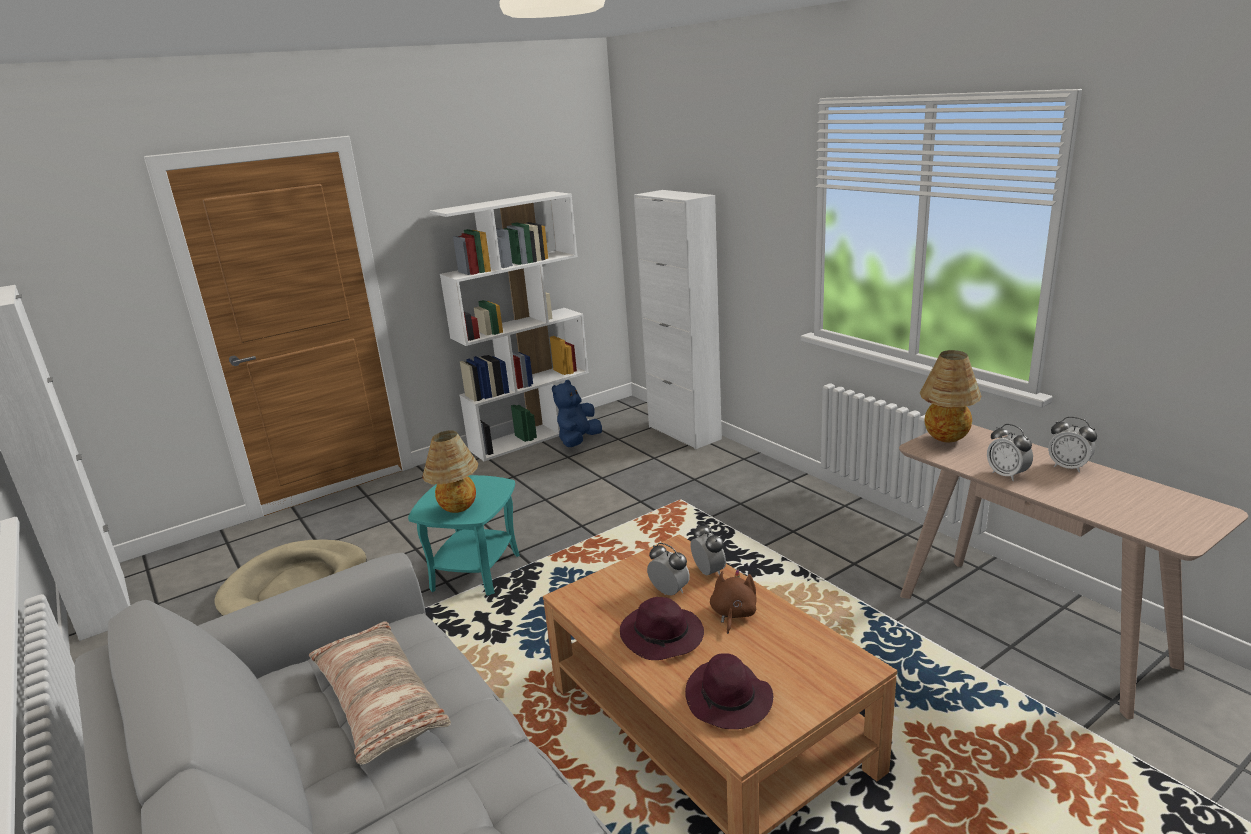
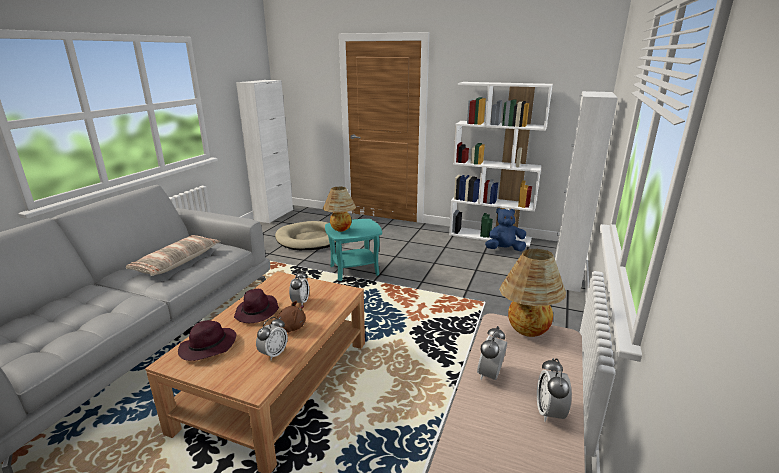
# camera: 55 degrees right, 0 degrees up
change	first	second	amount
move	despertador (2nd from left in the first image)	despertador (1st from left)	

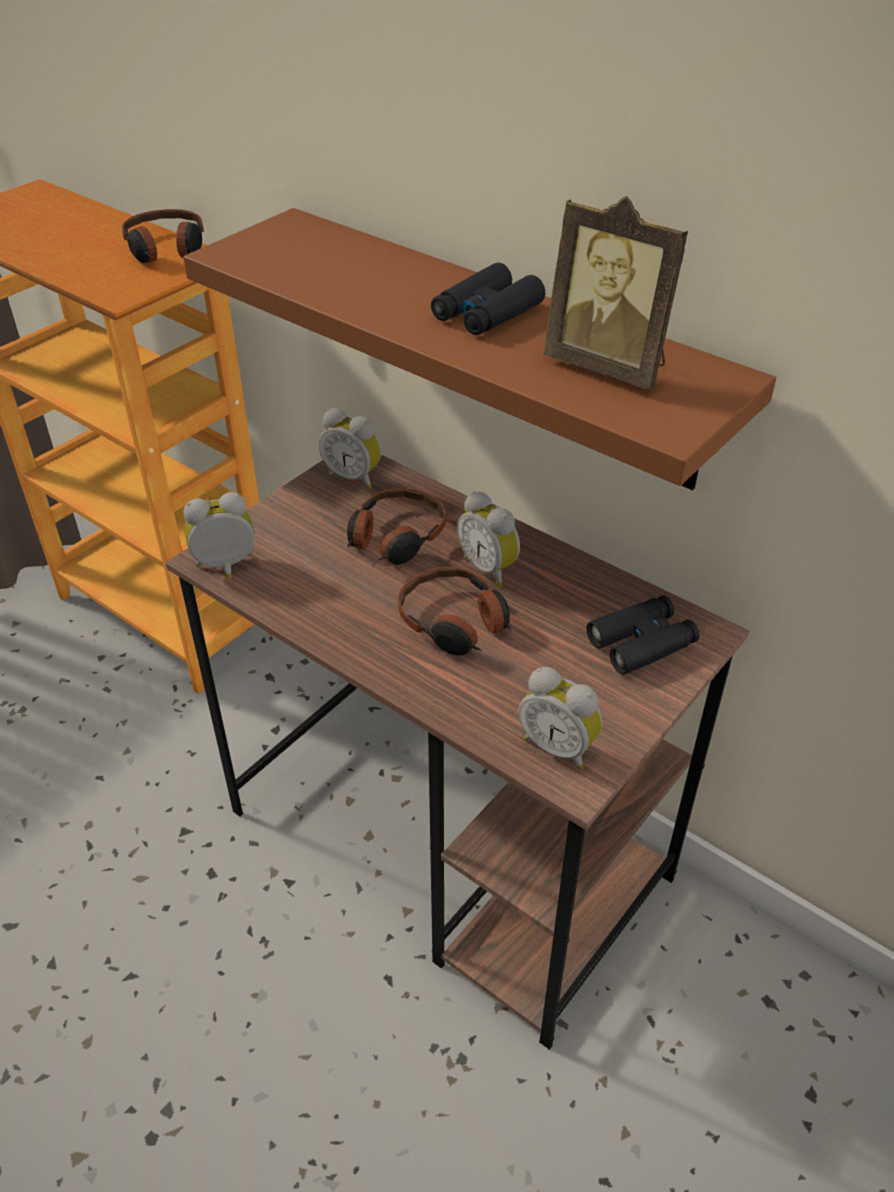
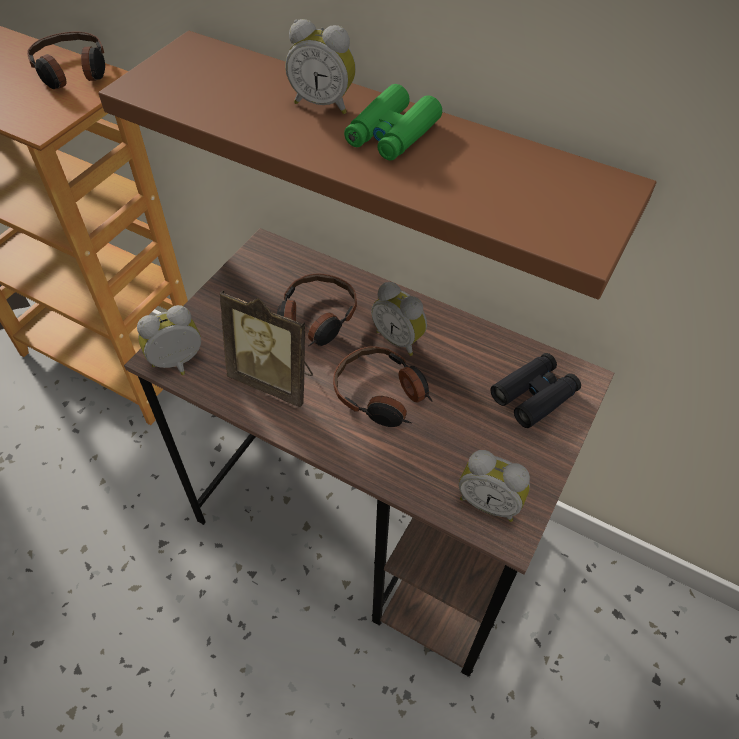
# camera: 10 degrees left, 10 degrees up
change	first	second	amount
move	despertador (2nd from left)		
recolor	prismáticos (negro) (1st from left)	prismáticos (verde)	
move	portarretratos		

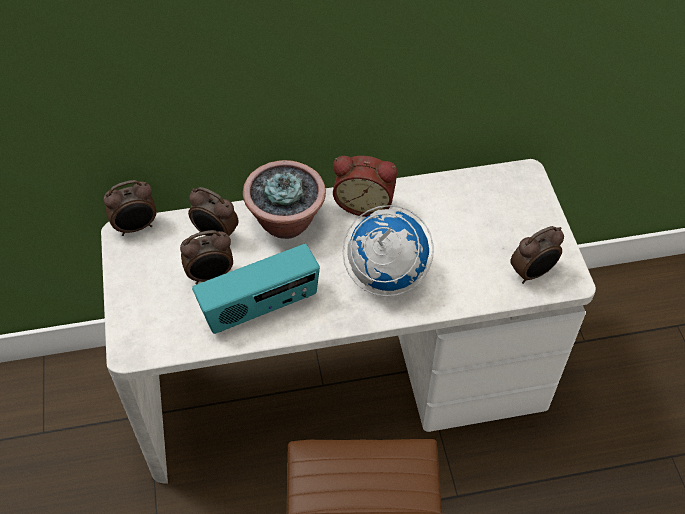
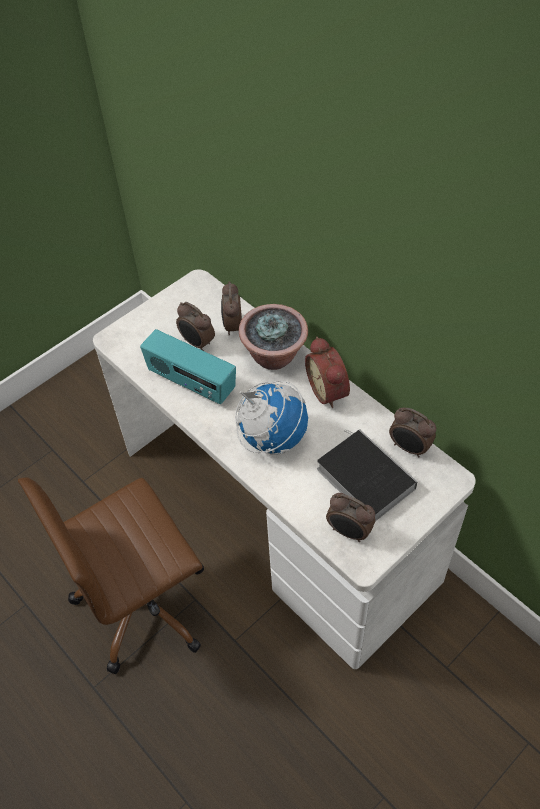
# camera: 60 degrees right, 0 degrees up
change	first	second	amount
move	despertador (1st from left in the first image)	despertador (5th from left)	
insert		libro	

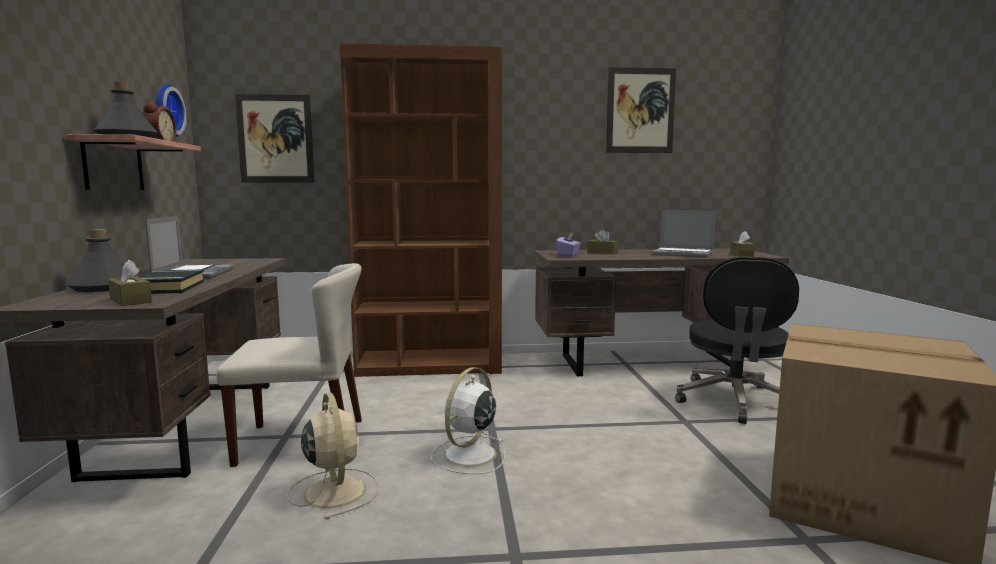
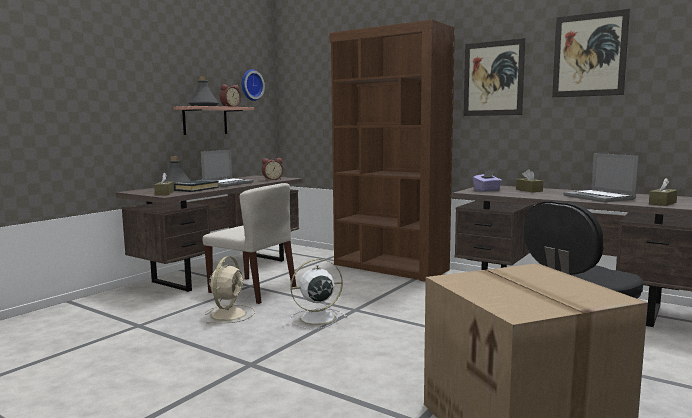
# camera: 40 degrees right, 0 degrees up
change	first	second	amount
move	cuadro (1st from left)		
insert		despertador (2nd from left)	

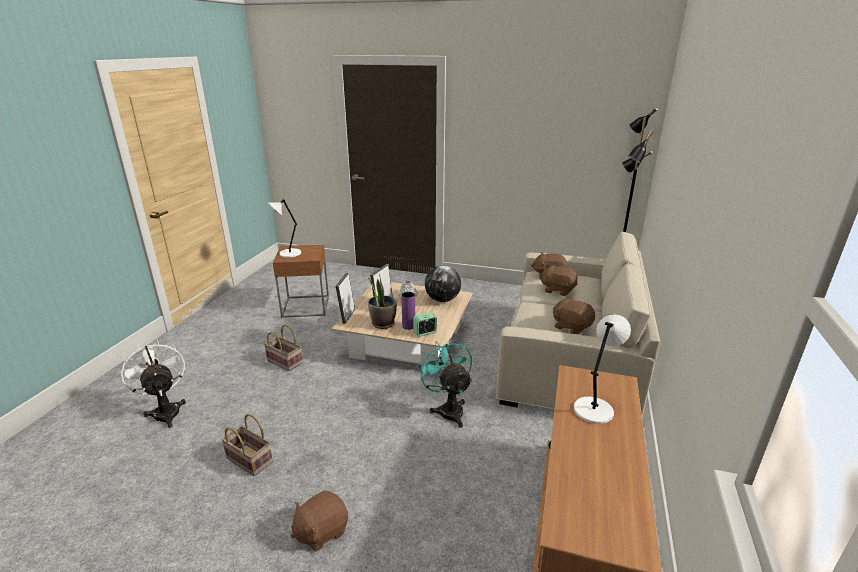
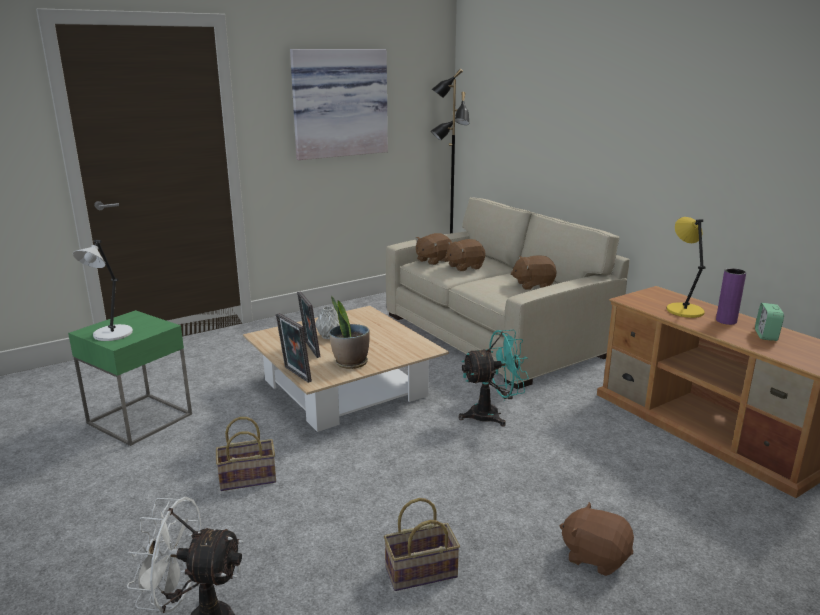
# camera: 50 degrees left, 5 degrees down
change	first	second	amount
recolor	mesa auxiliar (marrón)	mesa auxiliar (verde)	
rotate	peluche (marrón) (1st from left in the first image)	peluche (marrón) (4th from left)	120 degrees clockwise
move	florero (morado)		
move	despertador		
rotate	ventilador (turquesa)		150 degrees clockwise
delete	globo terráqueo		
recolor	lámpara de mesa (blanco) (2nd from left)	lámpara de mesa (amarillo)	
insert		cuadro	

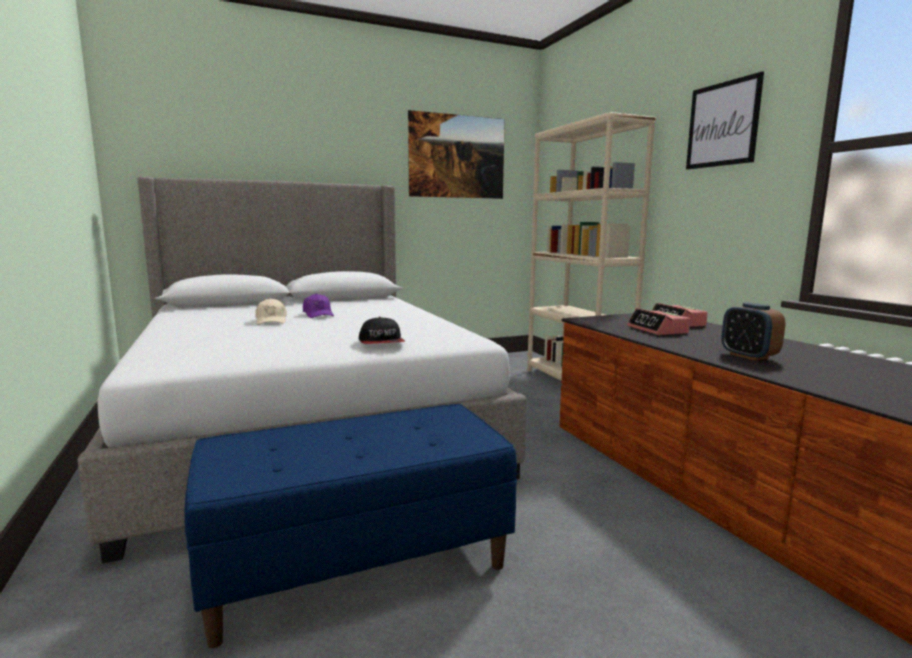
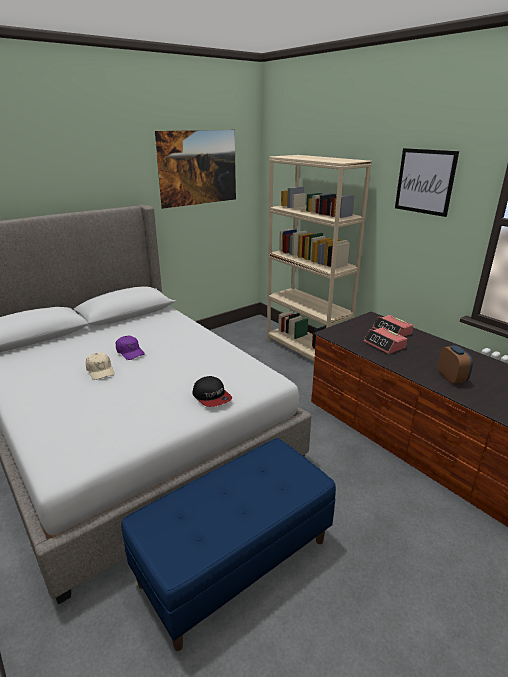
# camera: 15 degrees left, 15 degrees up
change	first	second	amount
rotate	despertador (3rd from left)		150 degrees counterclockwise

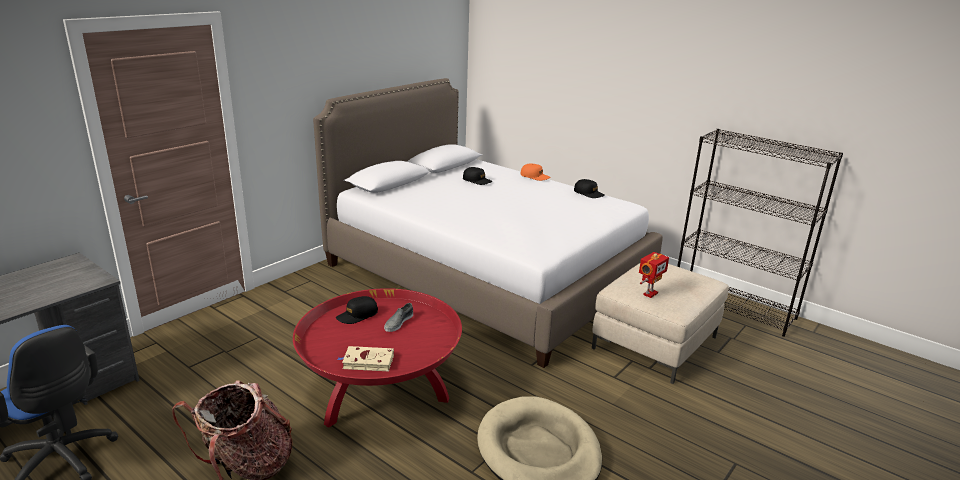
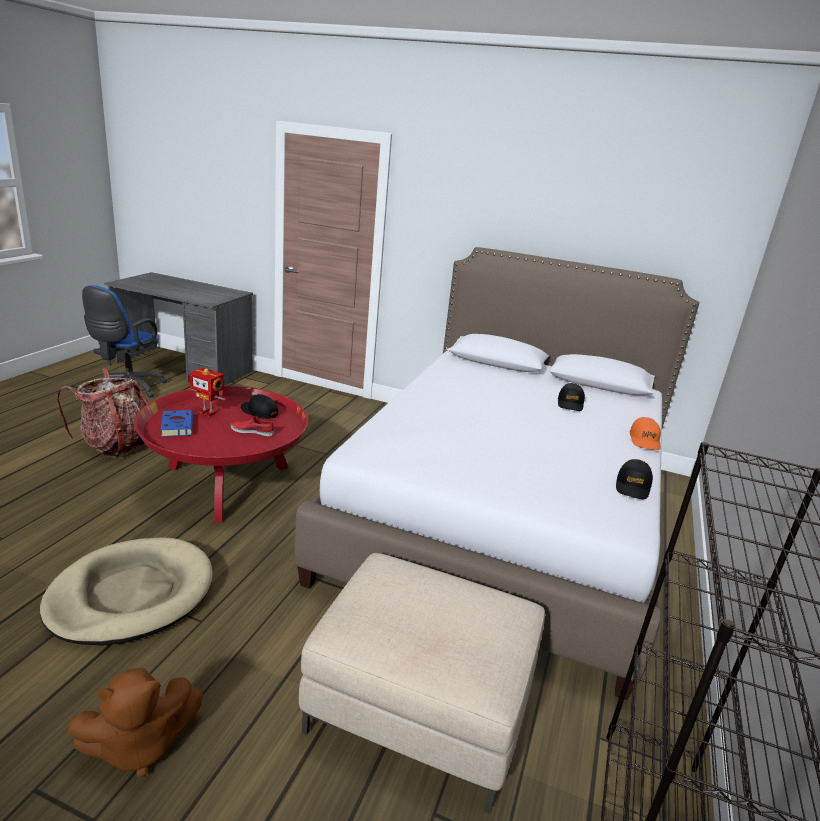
# camera: 70 degrees right, 0 degrees up
change	first	second	amount
recolor	libro (beis)	libro (azul)	
recolor	zapato (gris)	zapato (rojo)	
move	robot de juguete		
insert		peluche (marrón)	

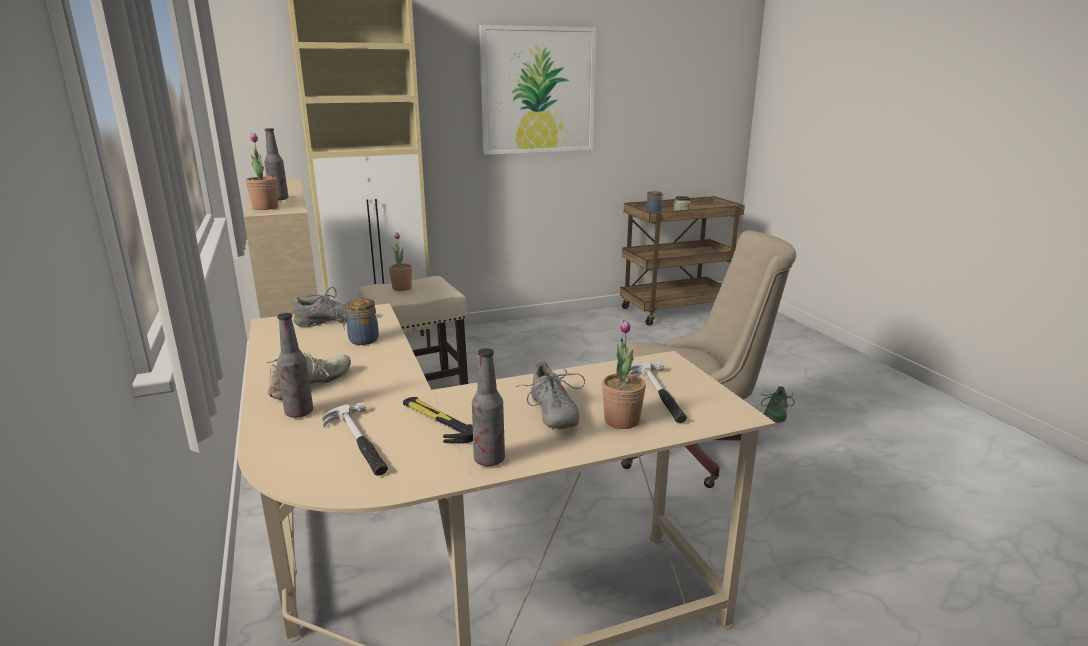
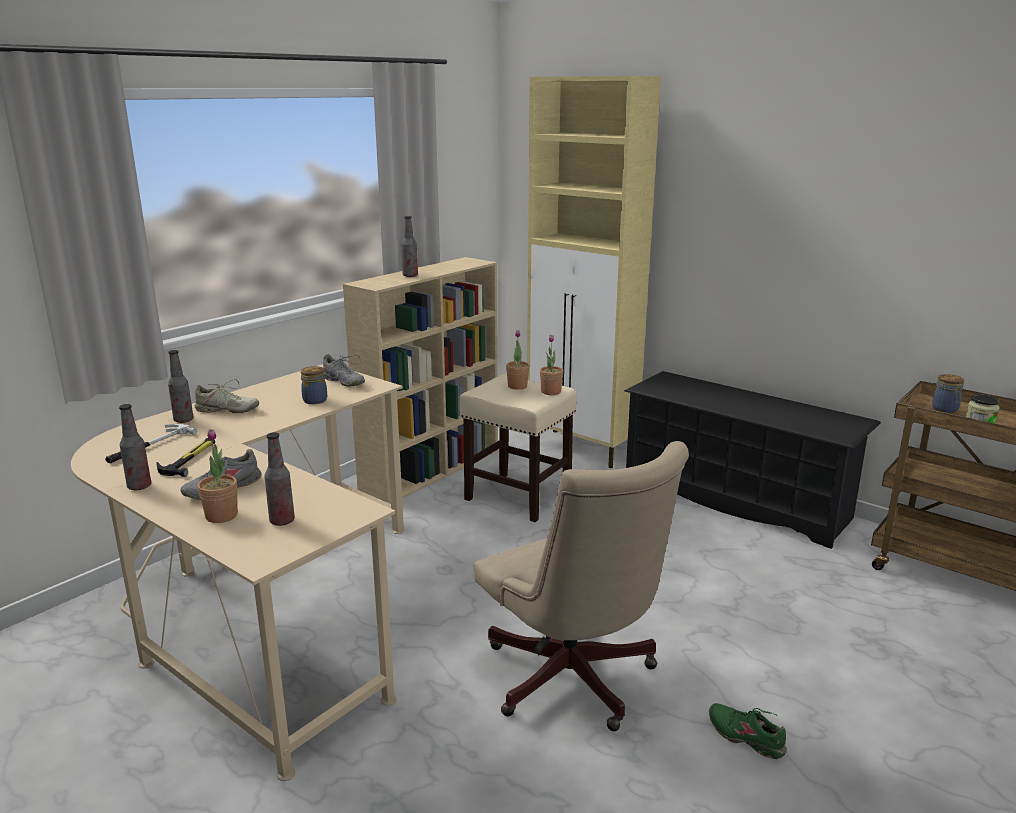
# camera: 60 degrees right, 0 degrees up
change	first	second	amount
move	planta en maceta (1st from left in the first image)	planta en maceta (3rd from left)	
delete	cuadro		
replace	martillo (3rd from left)	botella (3rd from left)	
rotate	zapato (verde)		45 degrees clockwise
insert		zapatero (negro)	

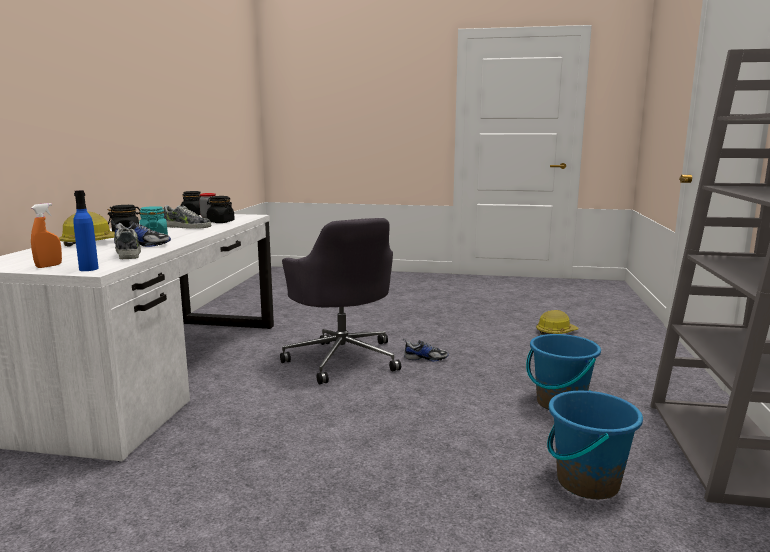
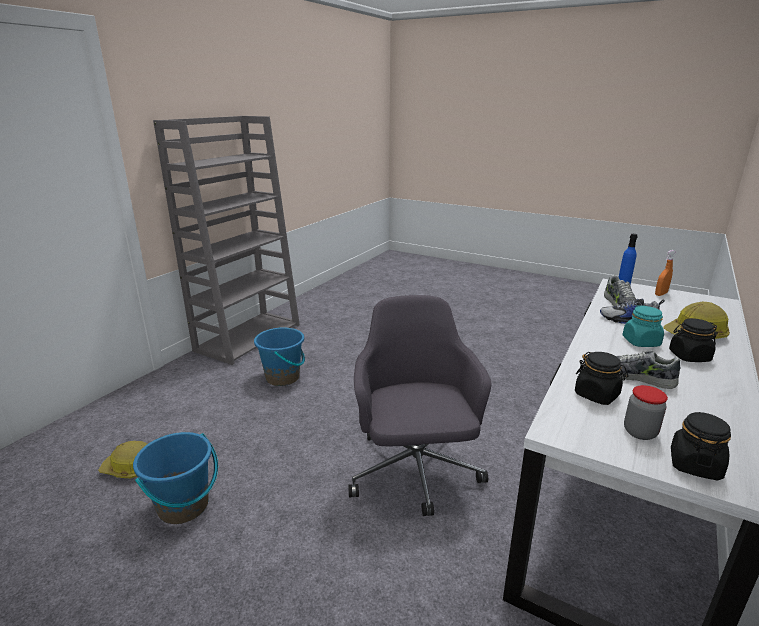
# camera: 160 degrees left, 10 degrees up
change	first	second	amount
delete	zapato (4th from left)		
move	cubo (azul) (2nd from left in the first image)	cubo (azul) (1st from left)	

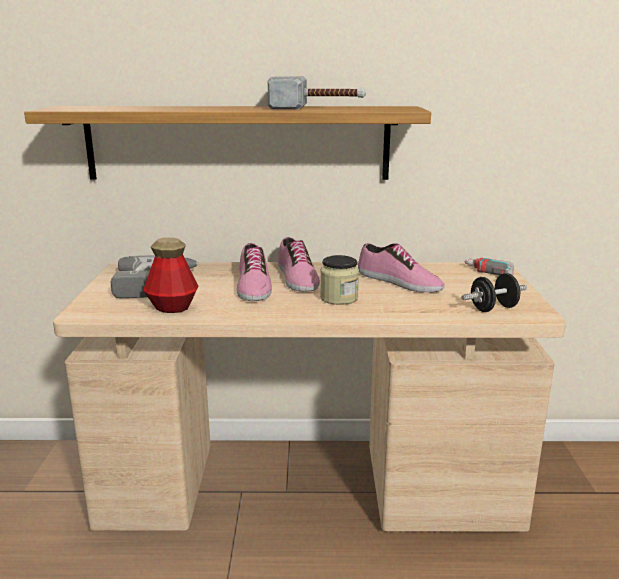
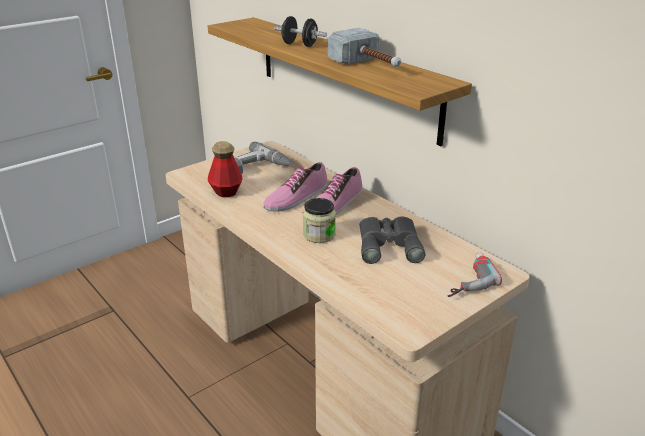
# camera: 50 degrees right, 10 degrees up
change	first	second	amount
replace	zapato (3rd from left)	prismáticos (gris)	
move	mancuerna (negro)		

